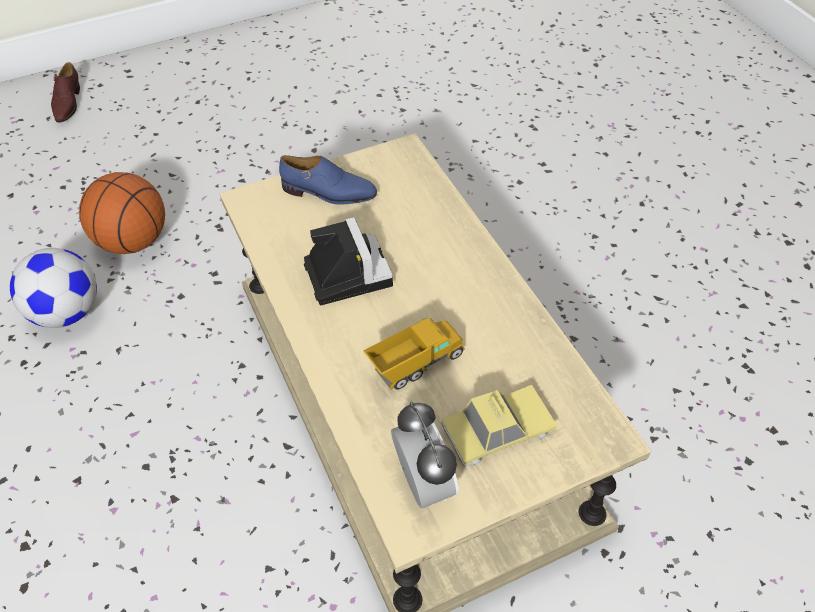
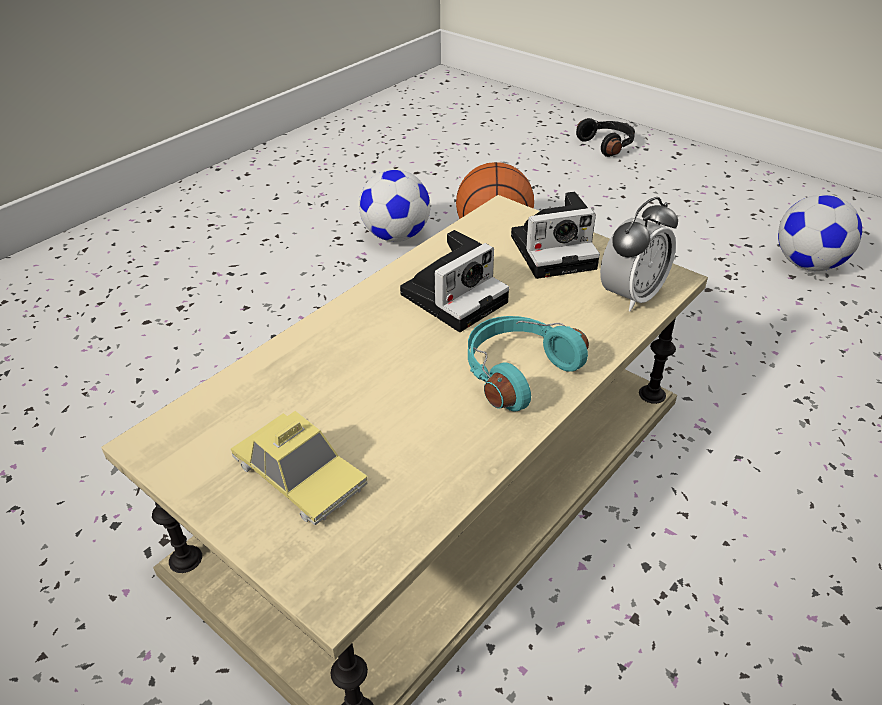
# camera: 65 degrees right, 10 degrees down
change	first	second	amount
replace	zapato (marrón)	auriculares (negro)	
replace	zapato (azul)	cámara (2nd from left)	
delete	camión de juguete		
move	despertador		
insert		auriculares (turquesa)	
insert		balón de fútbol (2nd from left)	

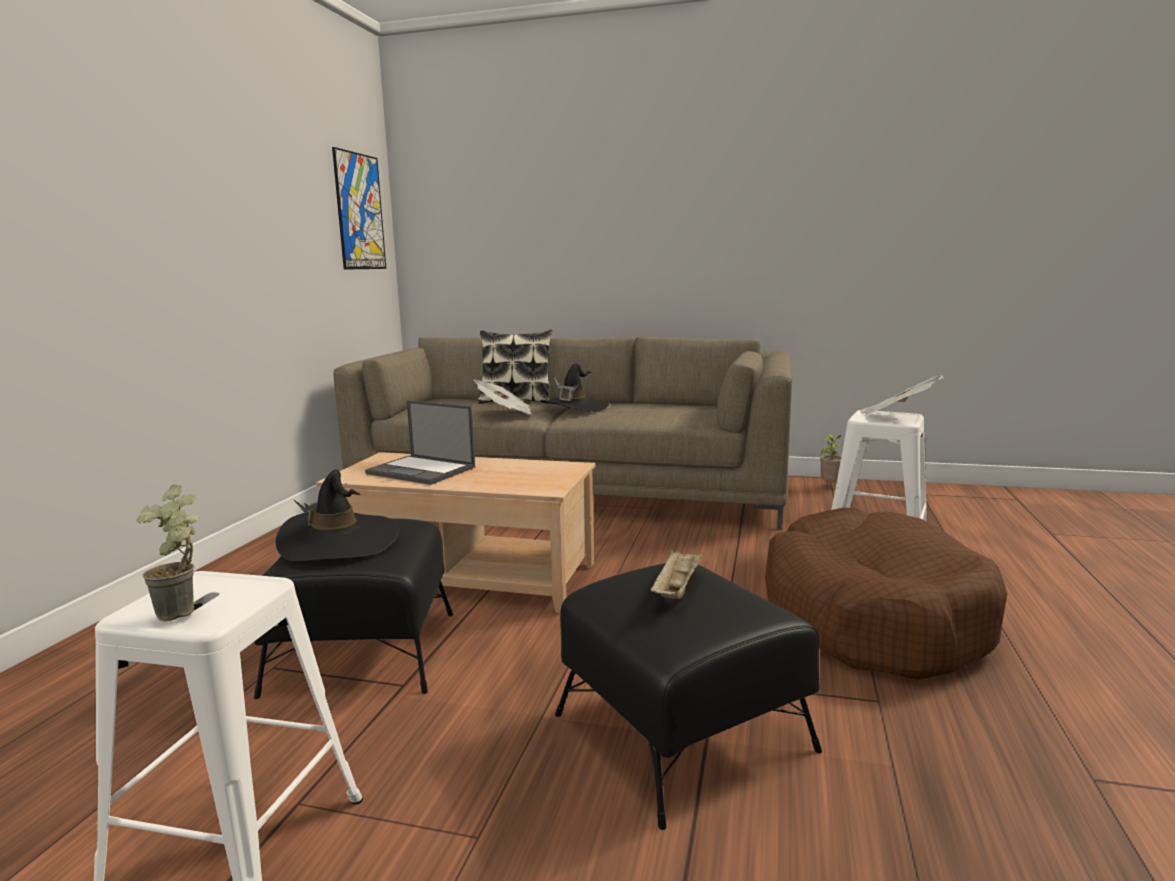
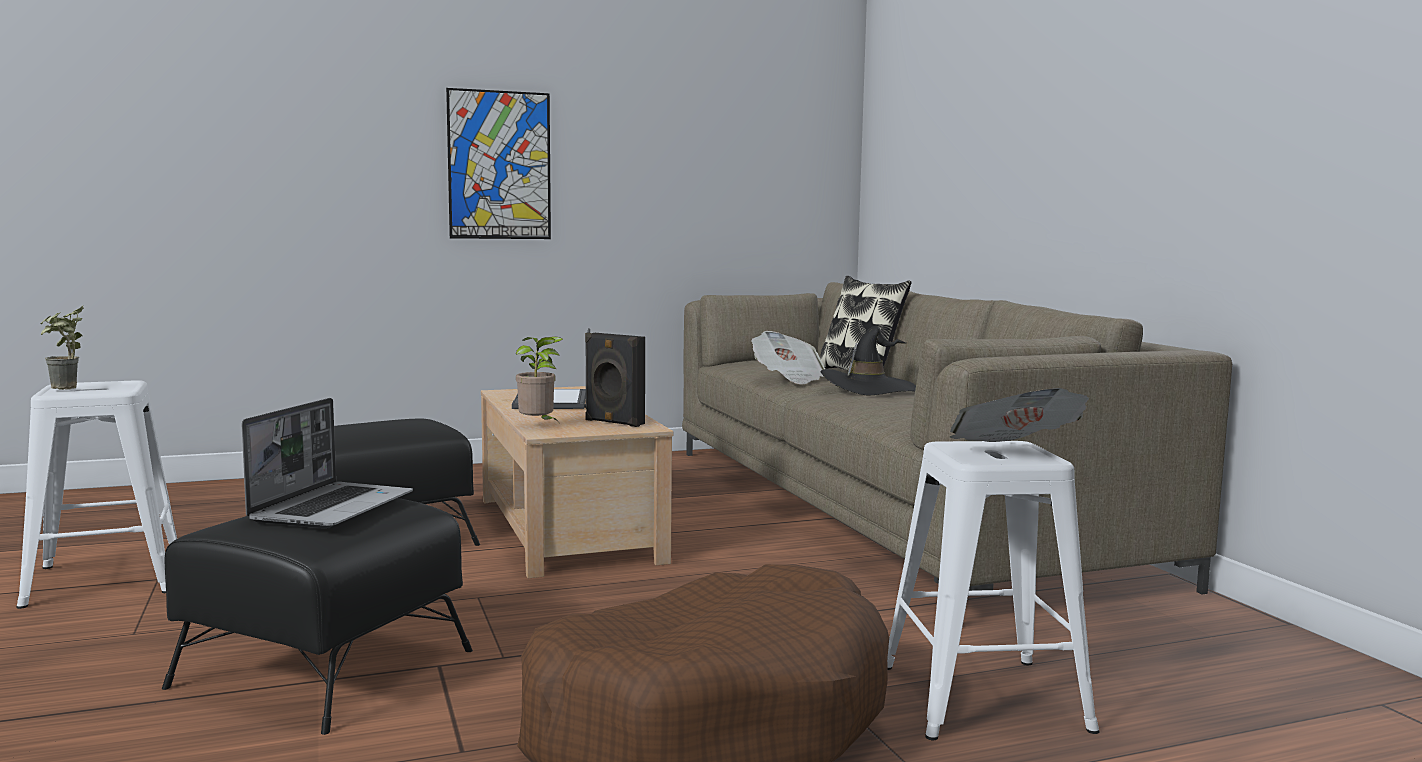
# camera: 55 degrees right, 5 degrees down
change	first	second	amount
delete	sombrero (negro) (1st from left)		
move	cuadro		
replace	bandeja (beis)	portátil (1st from left)	
move	planta en maceta (2nd from left)		
insert		altavoz (negro)	

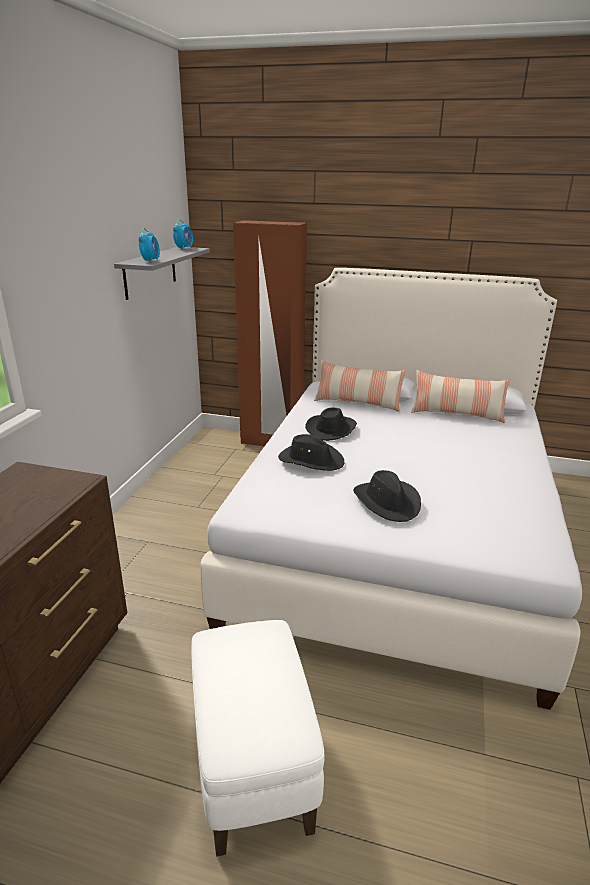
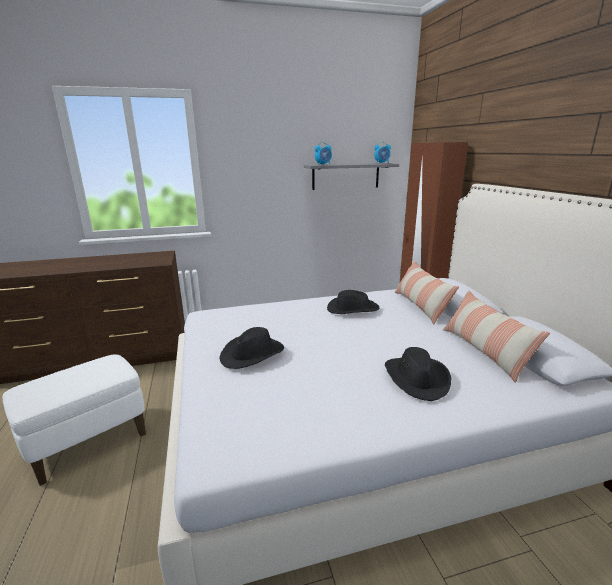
# camera: 60 degrees right, 5 degrees down
change	first	second	amount
move	sombrero (negro) (1st from left in the first image)	sombrero (negro) (3rd from left)	

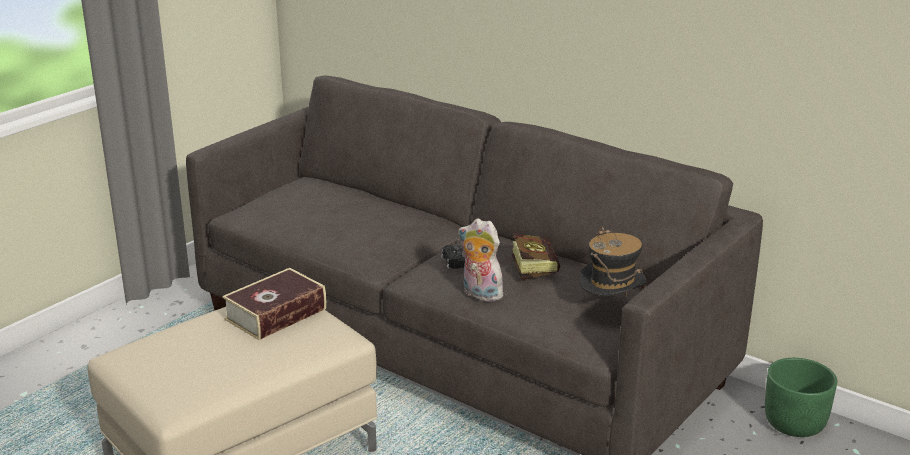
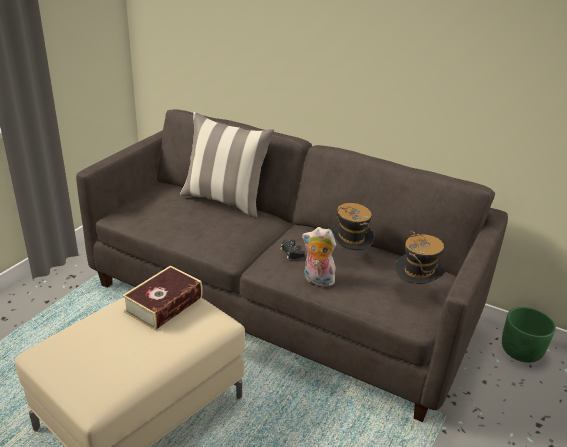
# camera: 10 degrees left, 5 degrees up
change	first	second	amount
replace	libro (2nd from left)	sombrero (1st from left)	
insert		cojín	

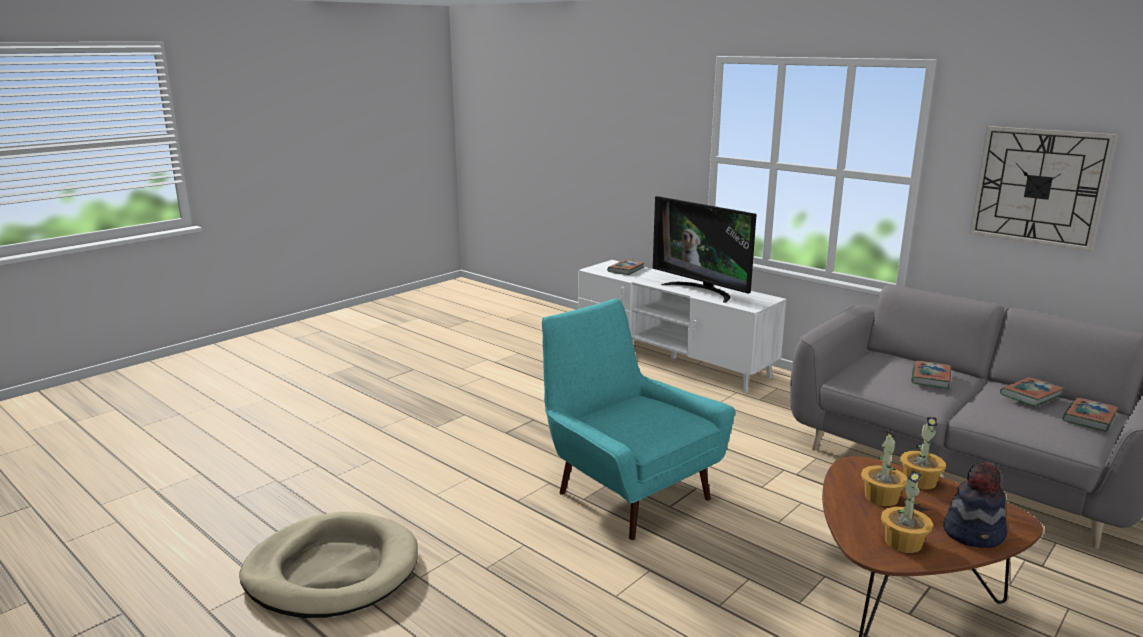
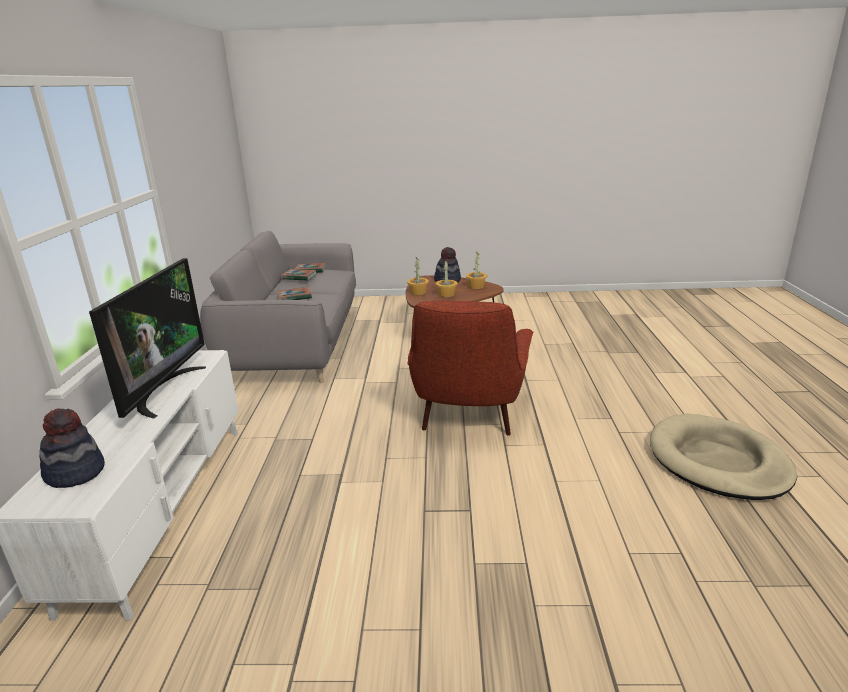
# camera: 130 degrees left, 5 degrees up
change	first	second	amount
recolor	sillón (turquesa)	sillón (rojo)	
replace	libro (1st from left)	sombrero (1st from left)	
delete	reloj de pared		

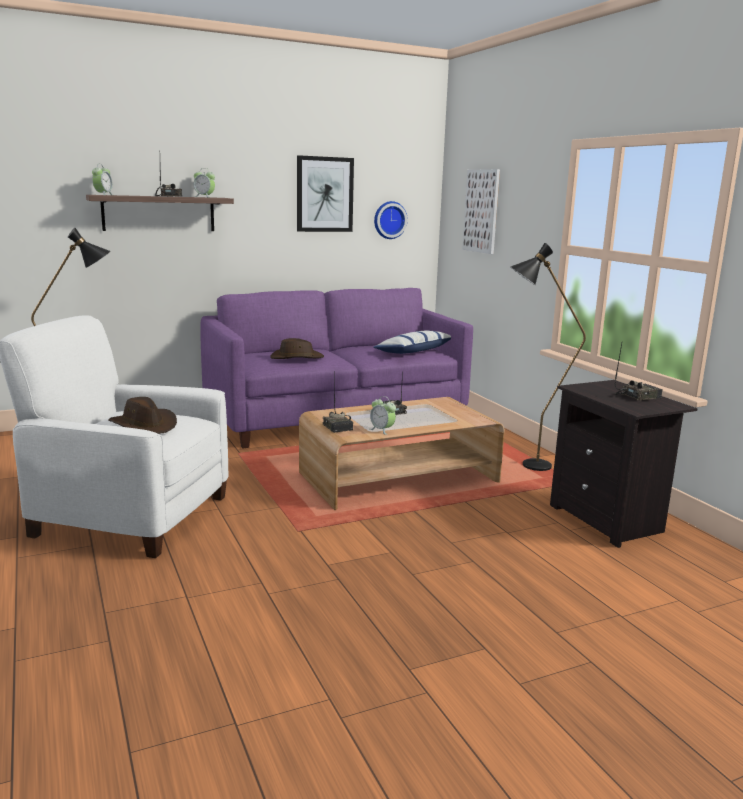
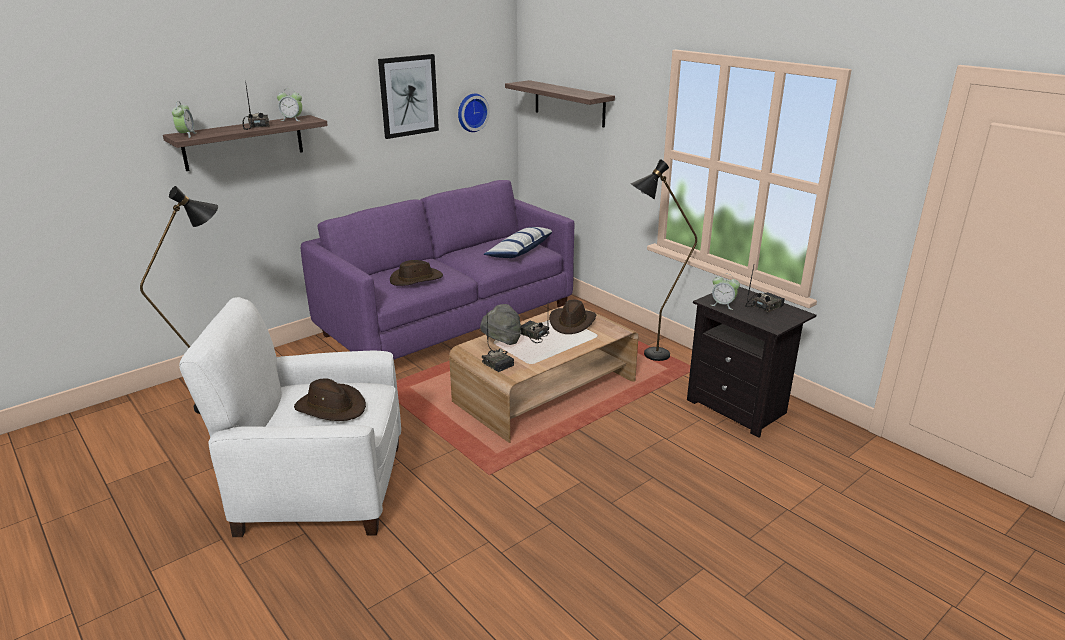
# camera: 15 degrees left, 10 degrees up
change	first	second	amount
move	despertador (3rd from left)		
replace	cuadro (2nd from left)	estante (2nd from left)	
insert		sombrero (gris)	
insert		sombrero (marrón) (3rd from left)	

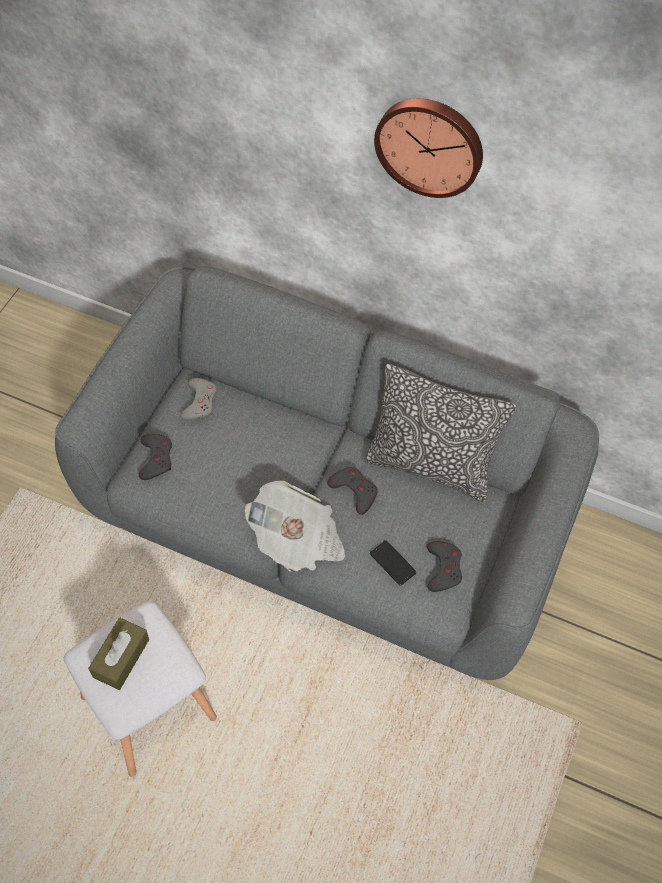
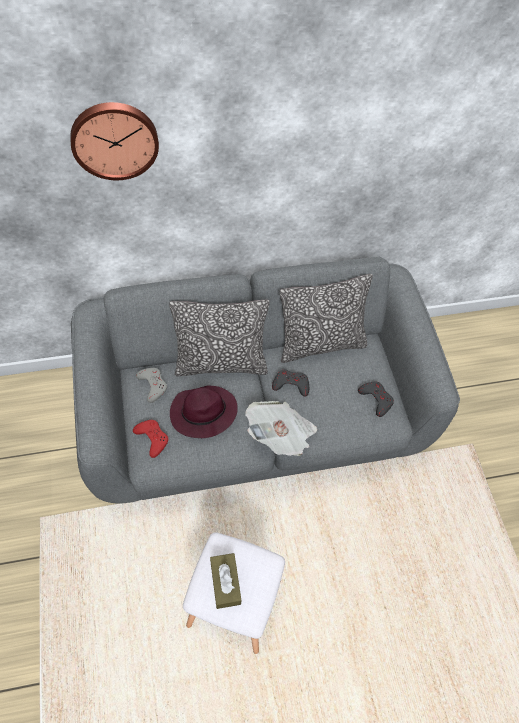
# camera: 35 degrees left, 0 degrees up
change	first	second	amount
recolor	mando de consola (gris) (1st from left)	mando de consola (rojo)	
delete	móvil		
move	reloj de pared		
insert		cojín (1st from left)	
insert		sombrero (morado)	

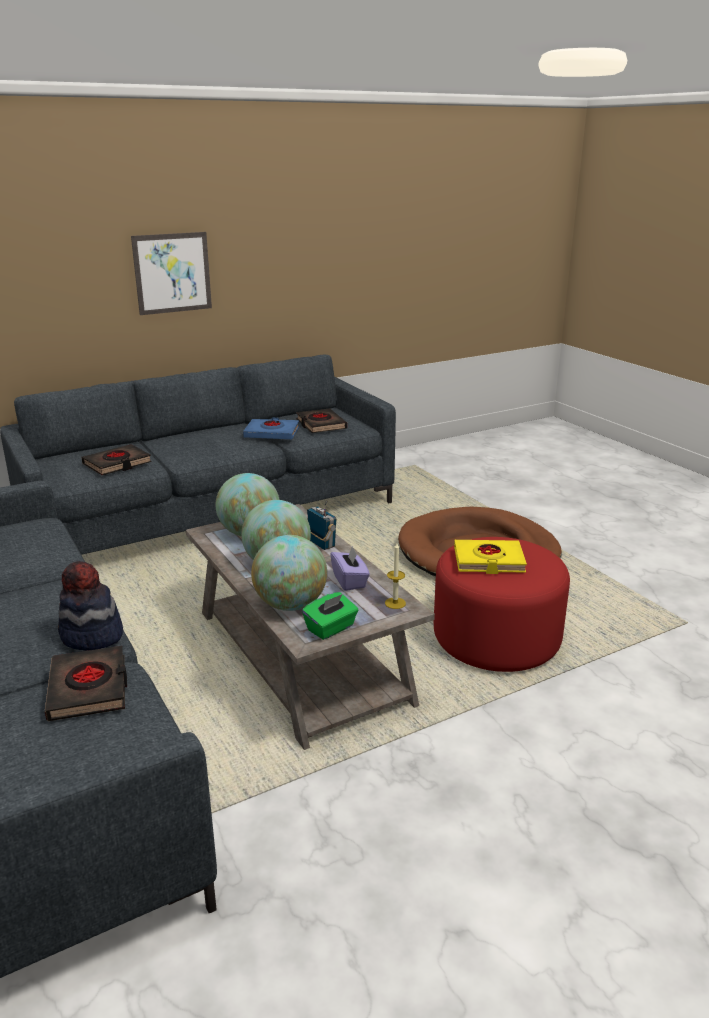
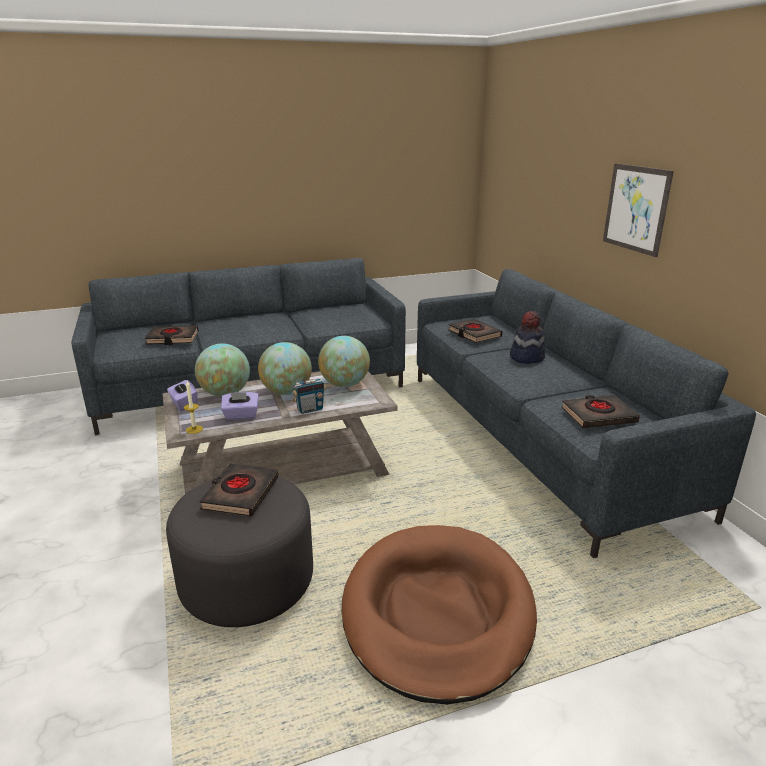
# camera: 100 degrees right, 0 degrees up
change	first	second	amount
move	sombrero		
delete	libro (azul)		
recolor	caja de pañuelos (verde)	caja de pañuelos (morado) (1st from left)	
recolor	puf (rojo)	puf (gris)	
recolor	libro (amarillo)	libro (negro) (2nd from left)	

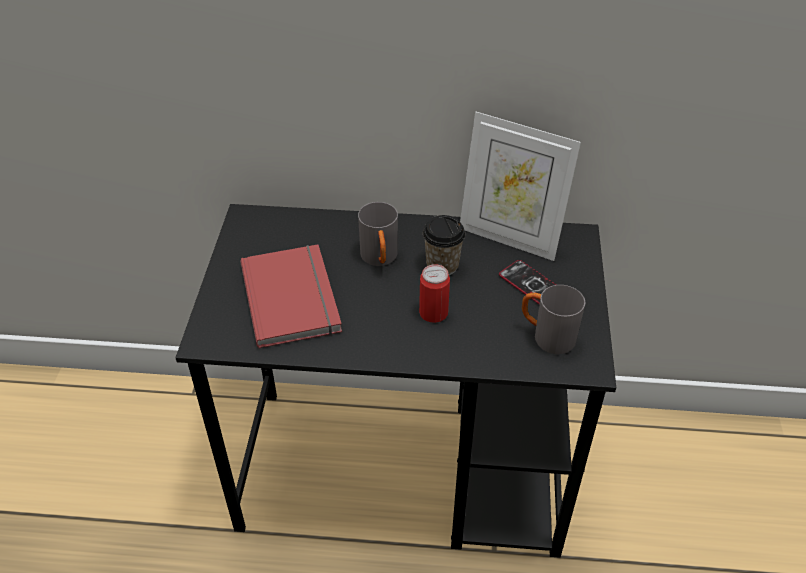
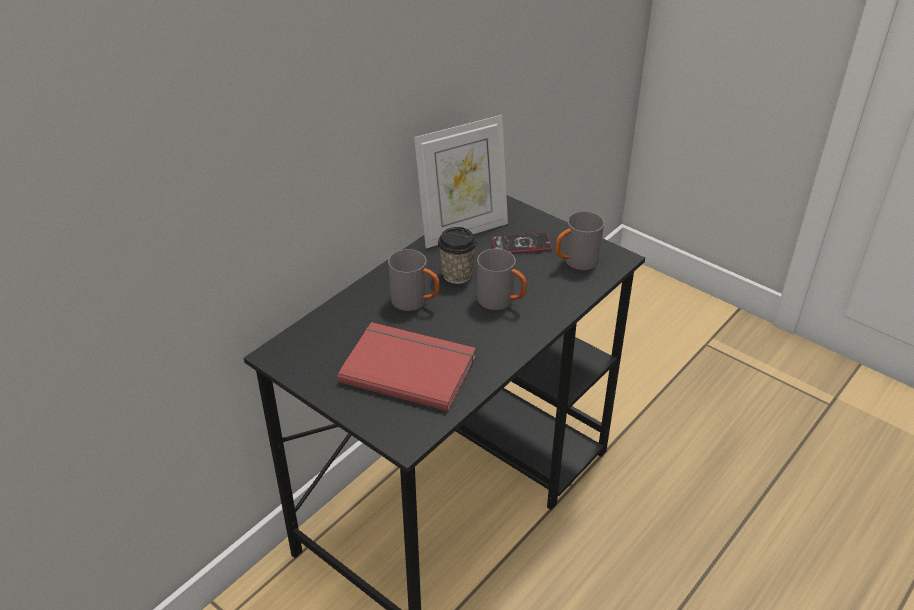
# camera: 55 degrees left, 5 degrees down
change	first	second	amount
replace	lata	taza grande (gris) (2nd from left)	

